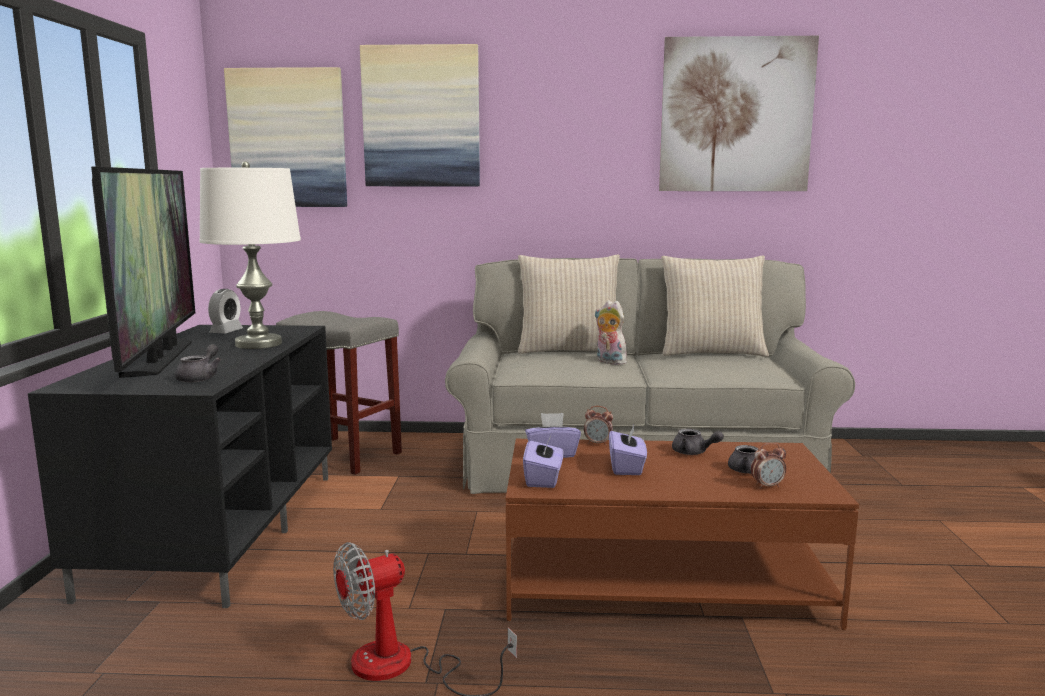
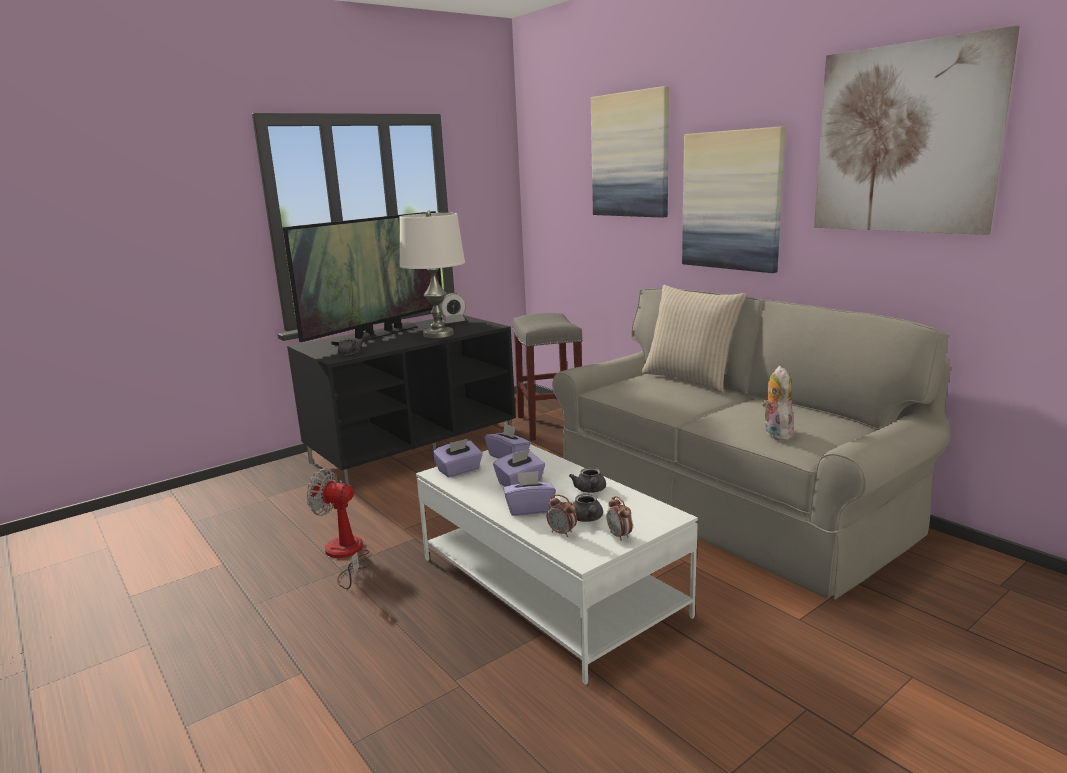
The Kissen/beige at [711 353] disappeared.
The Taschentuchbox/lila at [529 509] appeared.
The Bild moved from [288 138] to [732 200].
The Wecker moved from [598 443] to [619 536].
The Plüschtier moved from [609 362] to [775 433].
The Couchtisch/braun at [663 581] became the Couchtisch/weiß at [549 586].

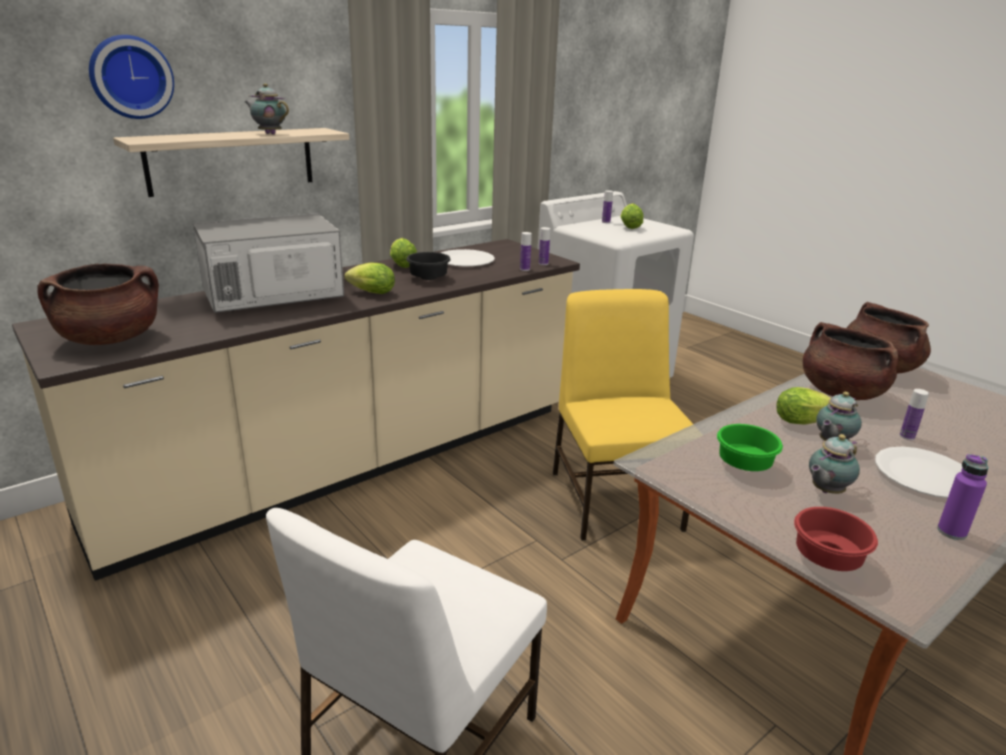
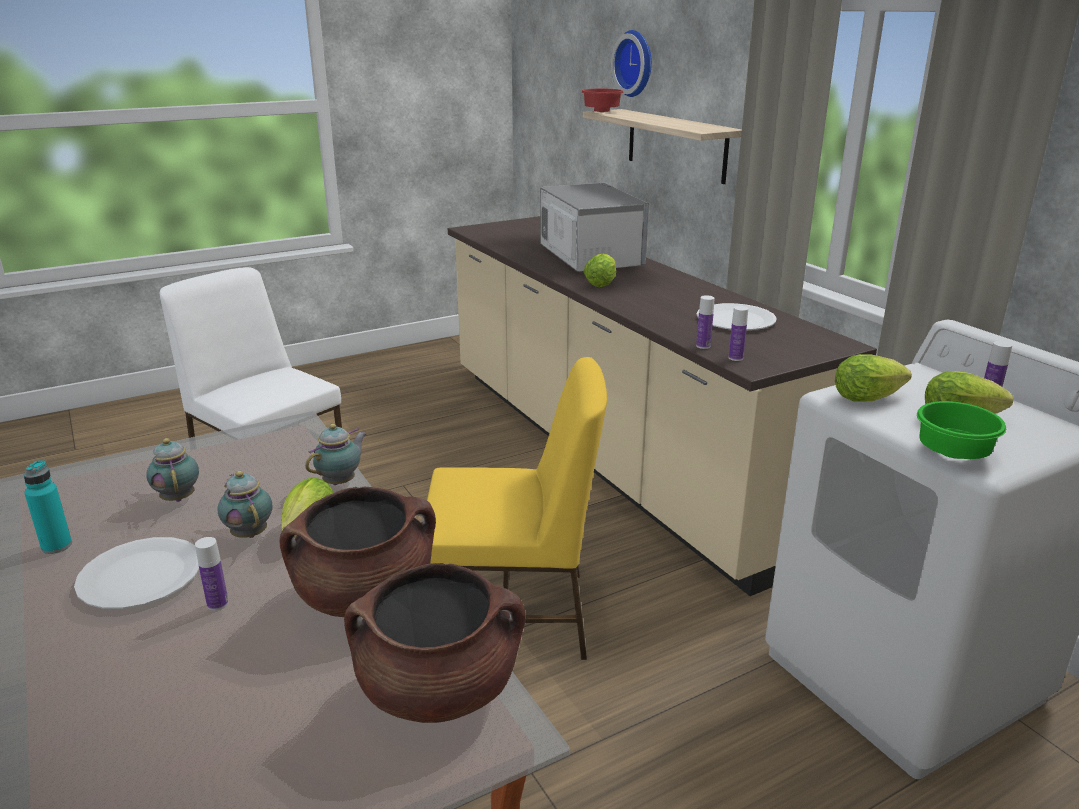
The Kochtopf/braun at [111 339] disappeared.
The Schüssel/schwarz at [429 278] disappeared.
The Teekanne moved from [269 134] to [341 481].
The Salatkopf moved from [402 264] to [870 398].
The Schüssel/grün moved from [744 463] to [956 453].
The Schüssel/rot moved from [825 557] to [603 112].
The Flasche/lila at [951 532] became the Flasche/türkis at [56 546].

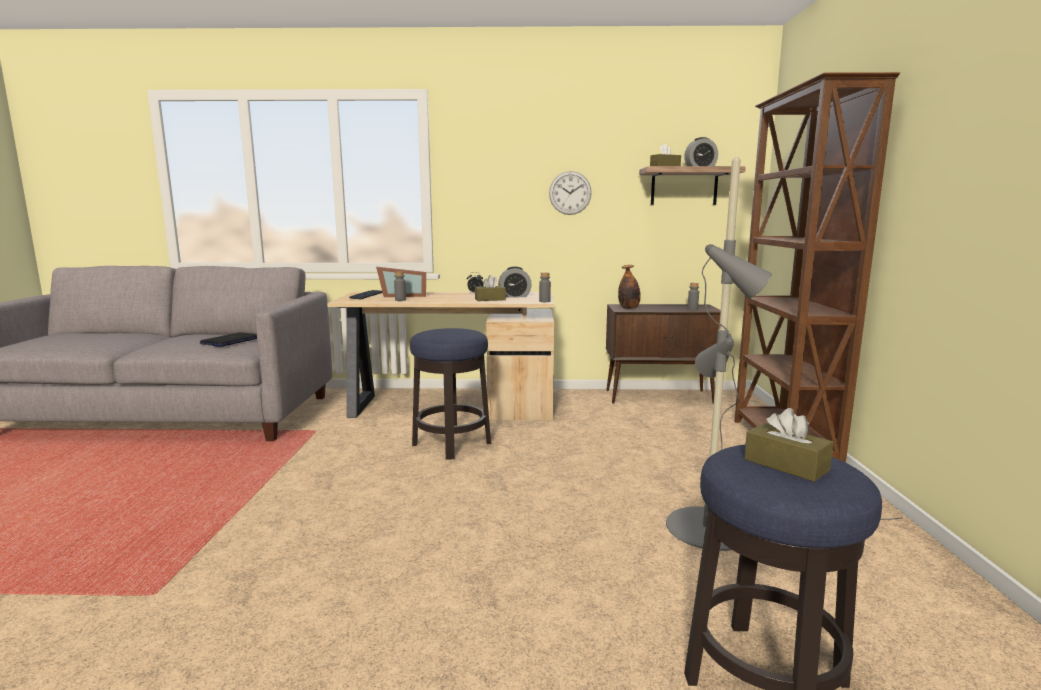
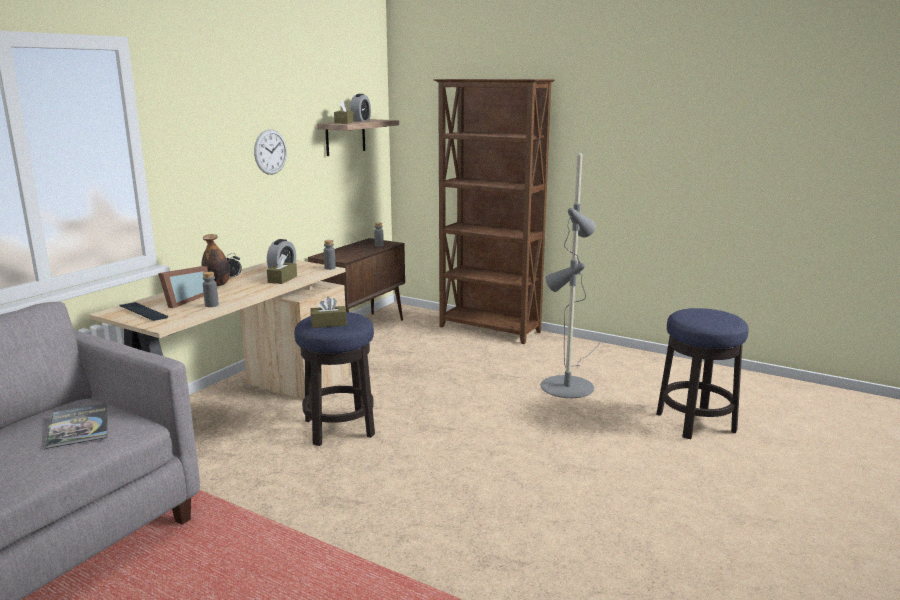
The Flasche moved from [629 308] to [217 284].
The Taschentuchbox/braun moved from [786 465] to [328 323].
The Laptop at [231 341] was replaced by the Buch at [78 426].

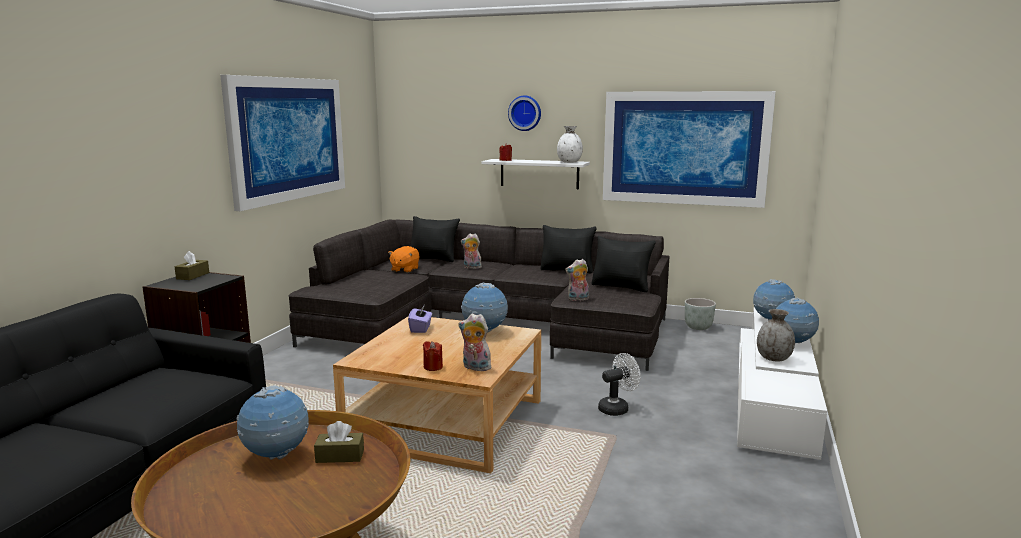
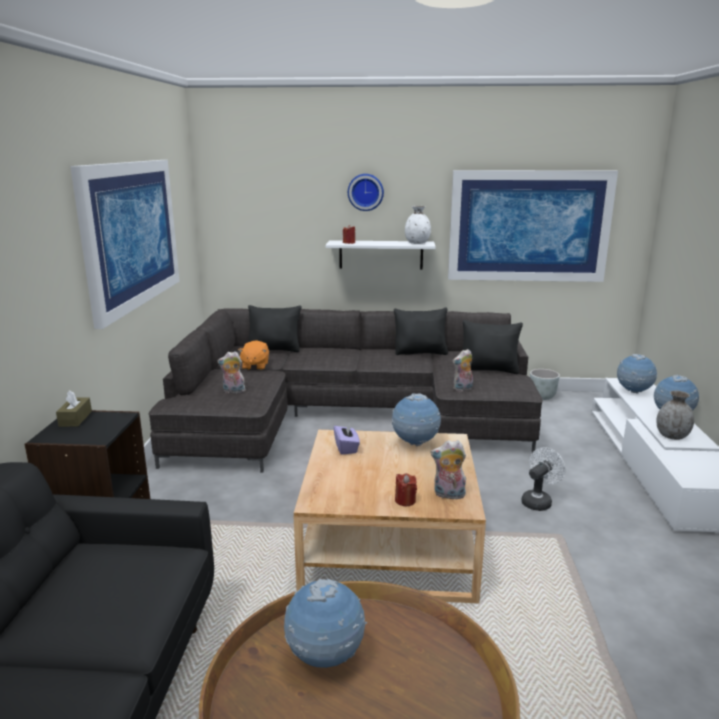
The Taschentuchbox/braun at [340 456] disappeared.
The Plüschtier moved from [471 267] to [233 391].

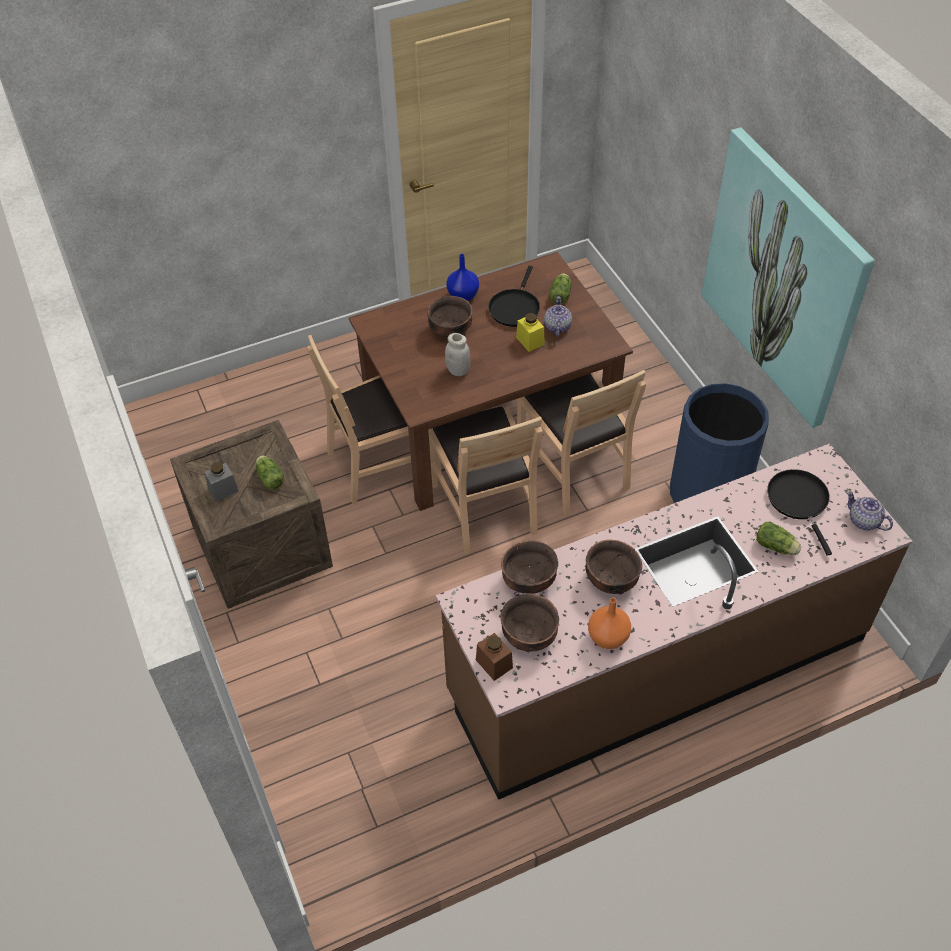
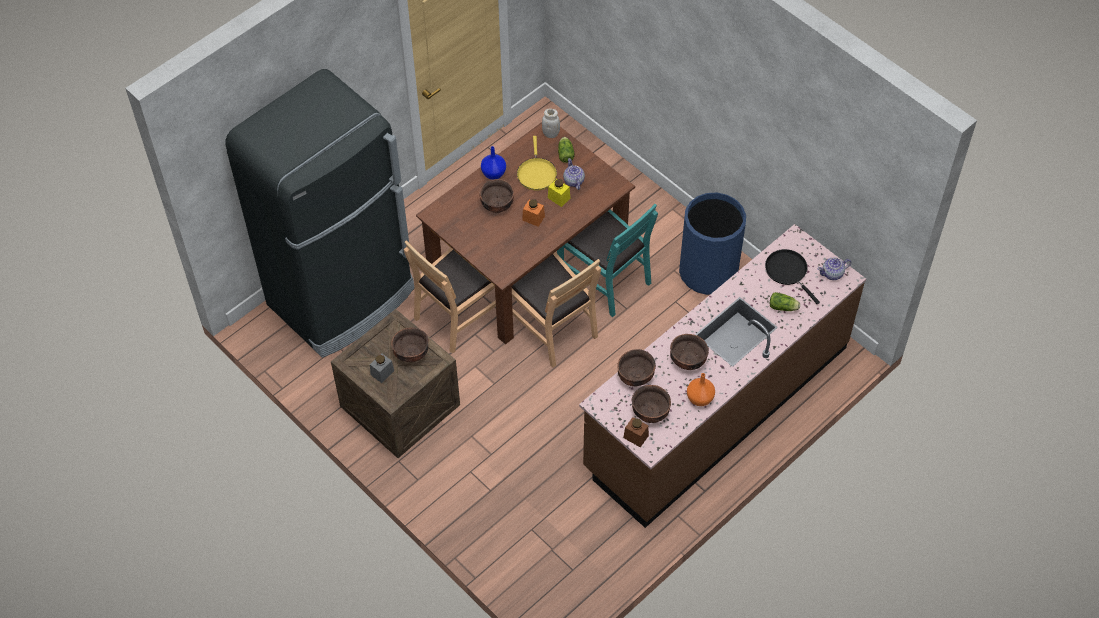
The Bild at [784 277] disappeared.
The Kühlschrank/schwarz at [342 298] appeared.
The Vorratsglas/orange at [533 218] appeared.
The Vorratsglas/weiß moved from [458 370] to [551 134].
The Salatkopf at [269 477] was replaced by the Schüssel/braun at [411 354].
The Pfanne/schwarz at [515 308] became the Pfanne/gelb at [536 173].
The Stuhl/braun at [574 468] became the Stuhl/türkis at [604 279].
The Teekanne at [864 521] turned 45 degrees counterclockwise.

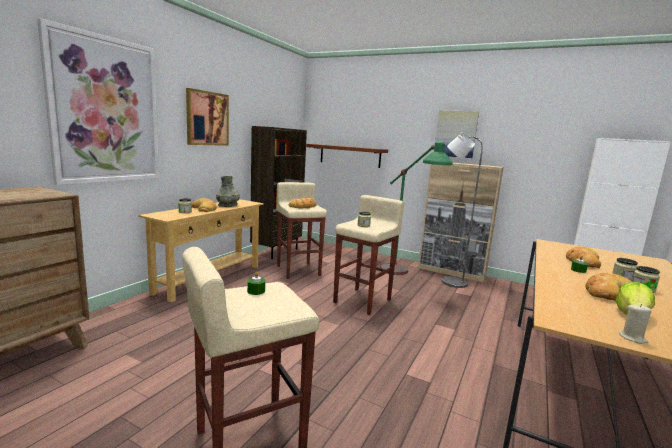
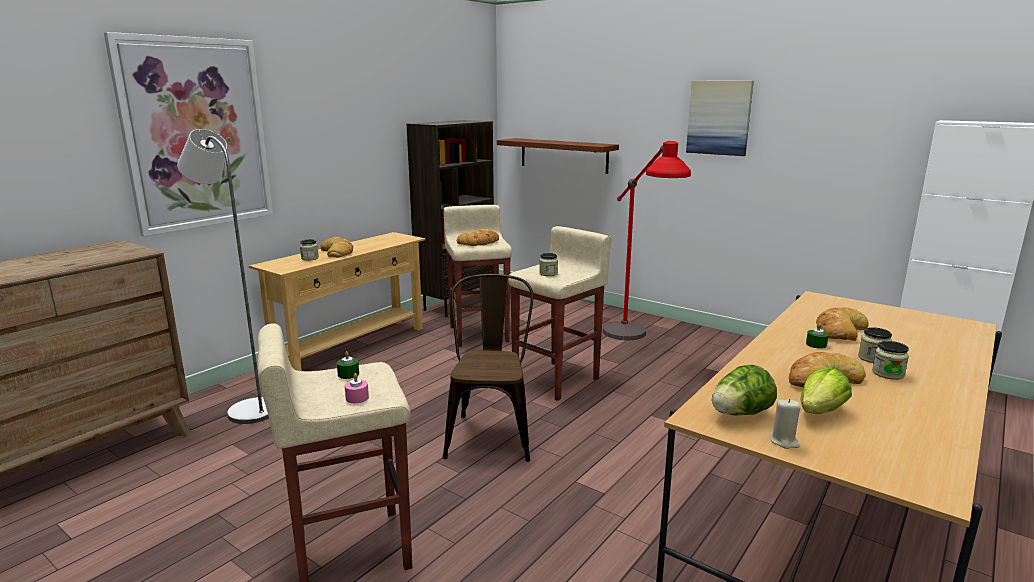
The Bild at [207 118] disappeared.
The Vase/grau at [228 205] disappeared.
The Schrank/beige at [451 272] disappeared.
The Kerze/rosa at [357 398] appeared.
The Stuhl/braun at [491 432] appeared.
The Salatkopf at [740 414] appeared.
The Stehlampe/grau moved from [449 281] to [247 409].
The Stehlampe/grün at [404 277] became the Stehlampe/rot at [635 343].

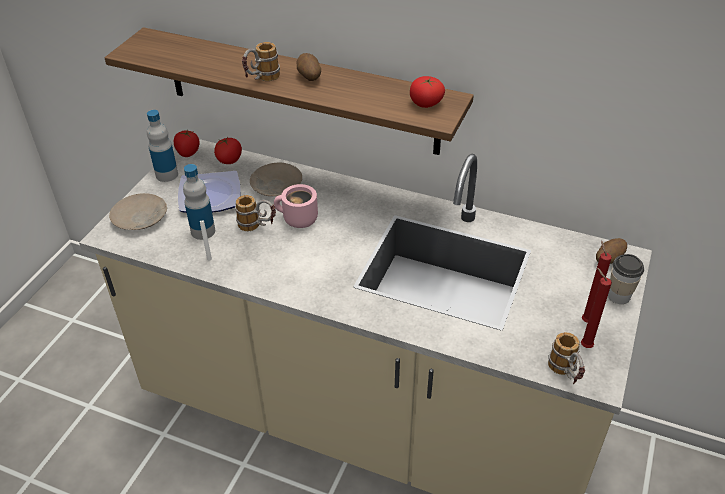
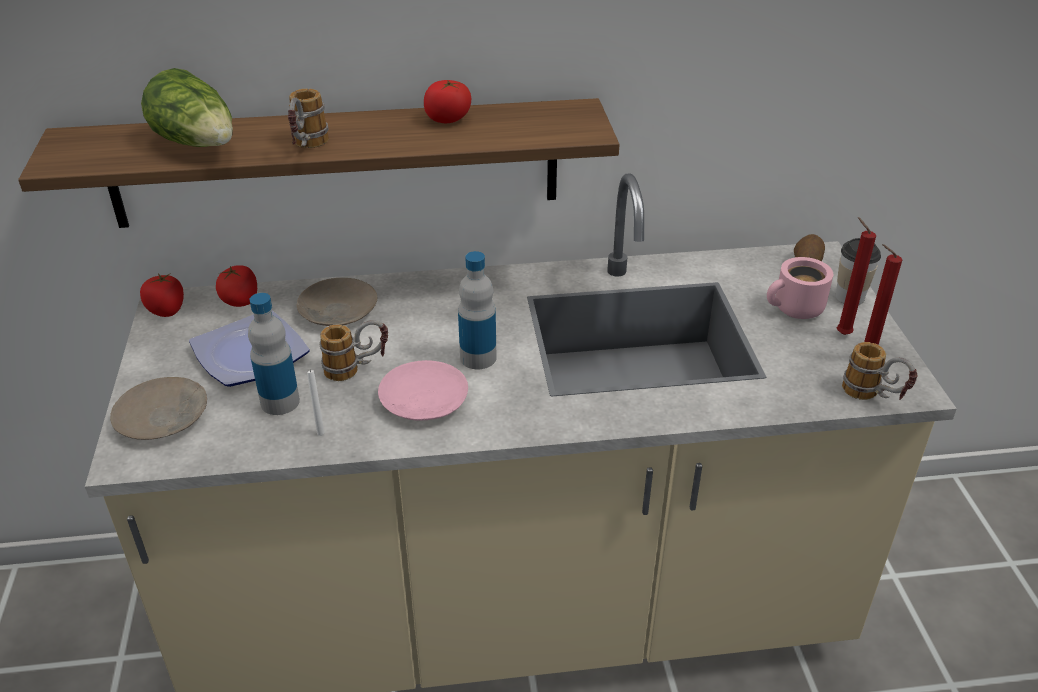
The Kartoffel at [309 77] disappeared.
The Salatkopf at [198 144] appeared.
The Teller/rosa at [424 400] appeared.
The Flasche moved from [167 175] to [478 357].
The Henkelbecher/rosa moved from [297 220] to [795 310].
The Tomate moved from [426 104] to [448 119].

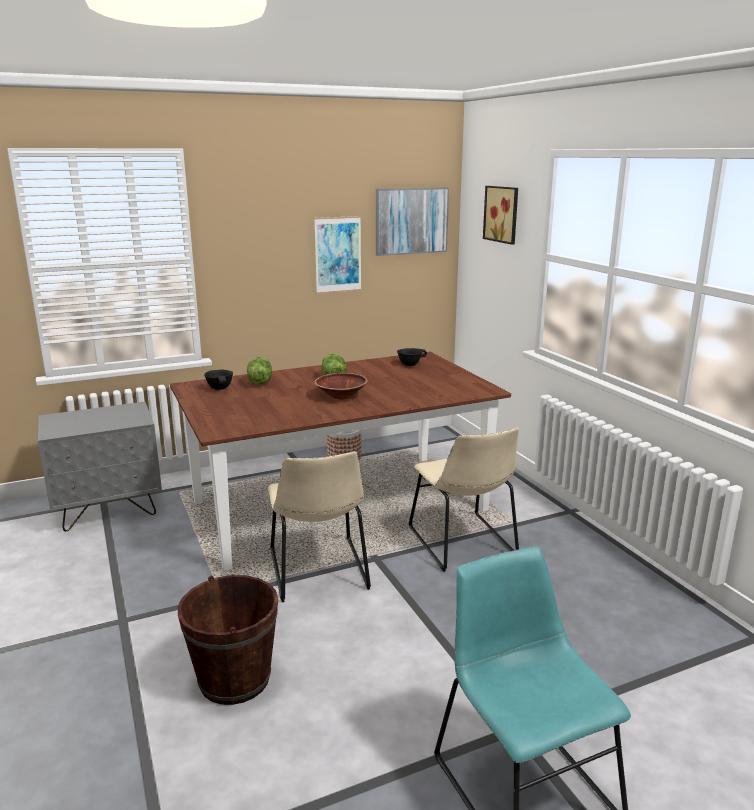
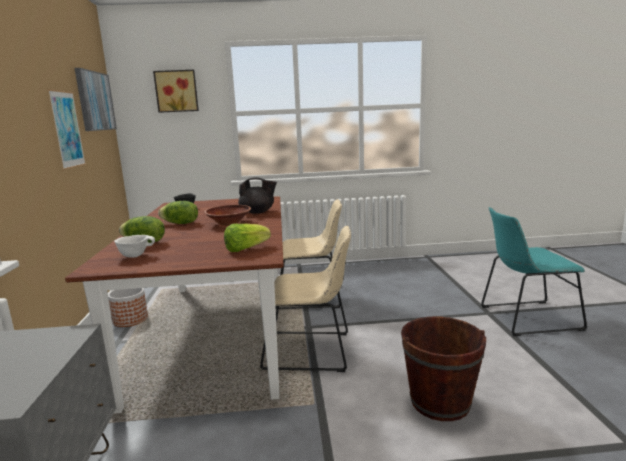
The Salatkopf at [246 249] appeared.
The Teekanne/schwarz at [258 212] appeared.
The Schüssel/schwarz at [220 388] became the Schüssel/weiß at [135 256].

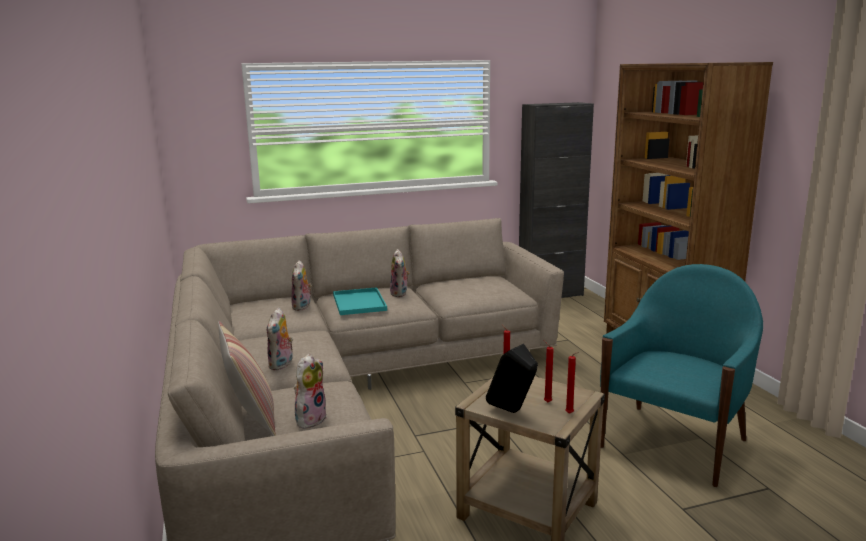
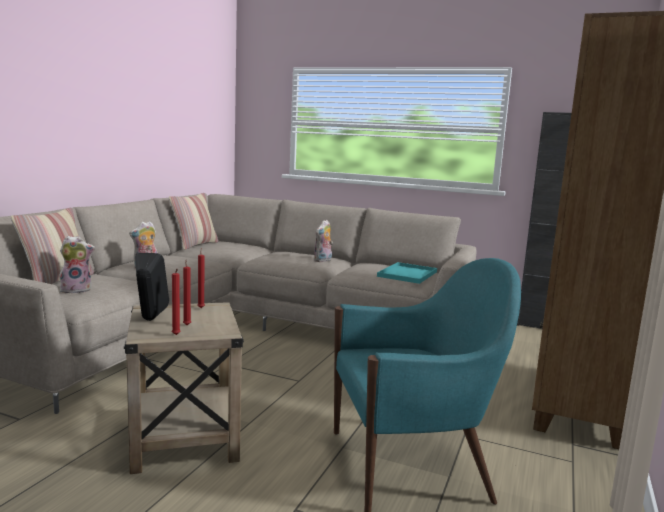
The Plüschtier at [302 307] disappeared.
The Kissen at [195 245] appeared.
The Tablett/türkis moved from [358 302] to [407 274].

